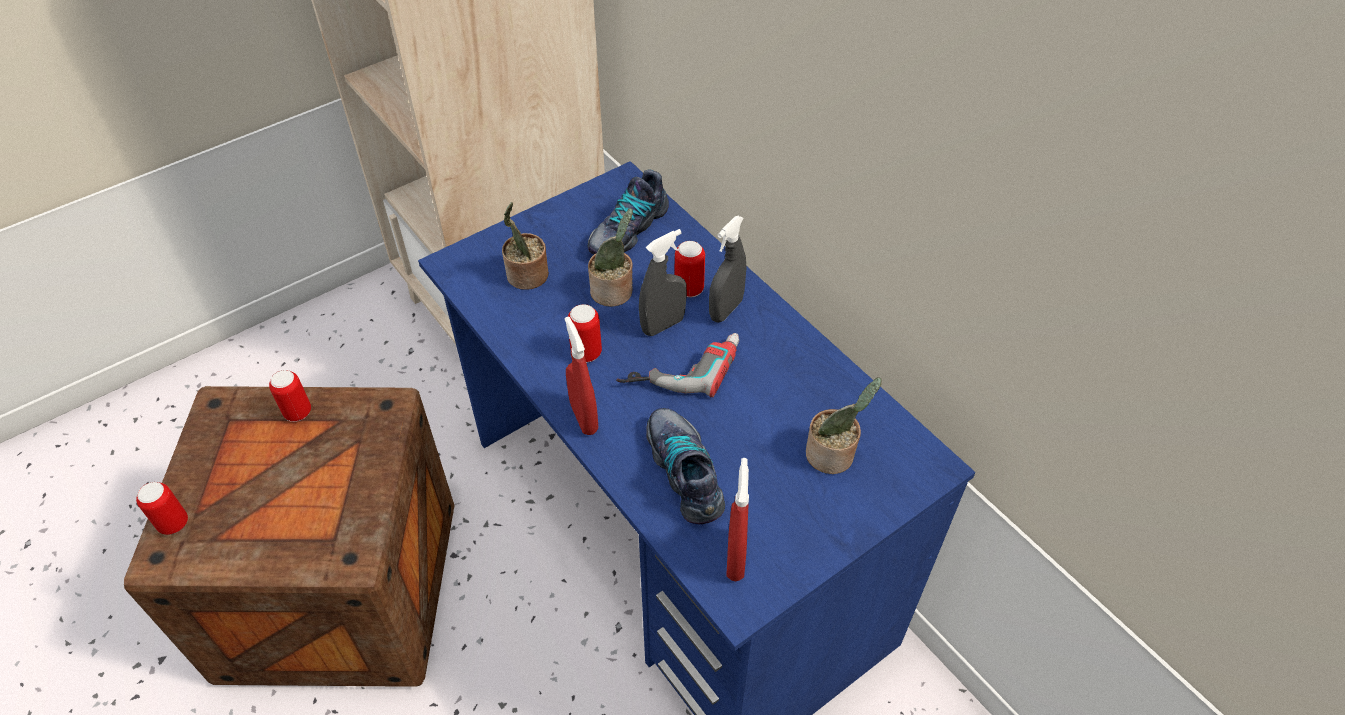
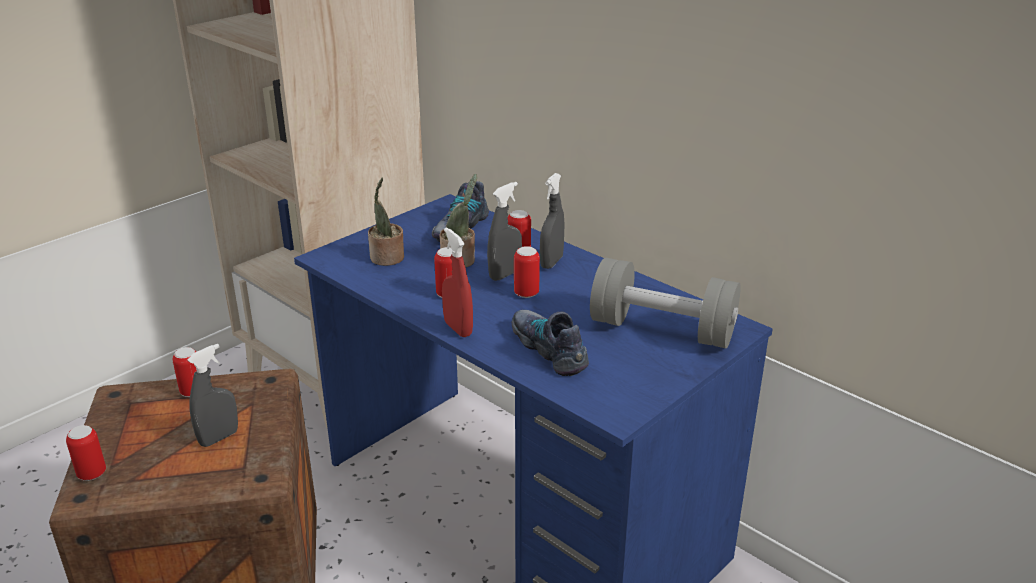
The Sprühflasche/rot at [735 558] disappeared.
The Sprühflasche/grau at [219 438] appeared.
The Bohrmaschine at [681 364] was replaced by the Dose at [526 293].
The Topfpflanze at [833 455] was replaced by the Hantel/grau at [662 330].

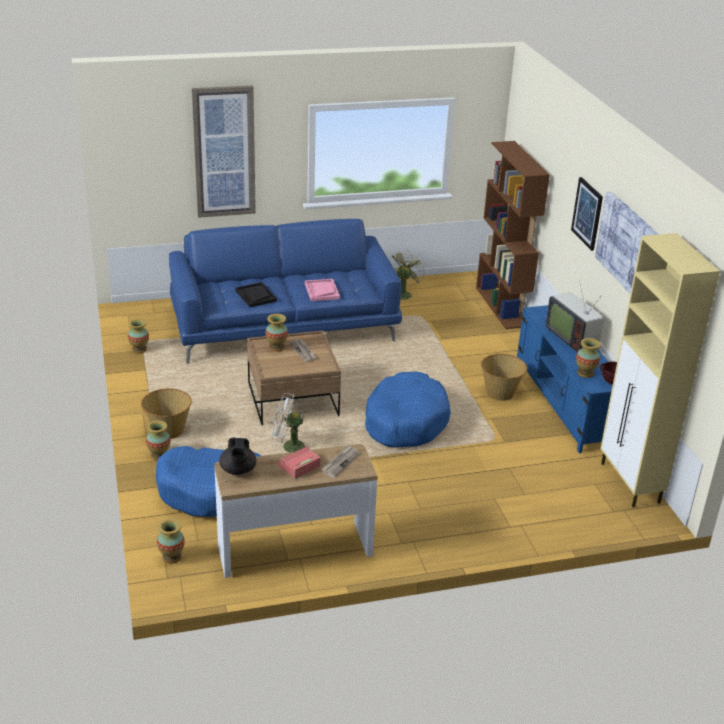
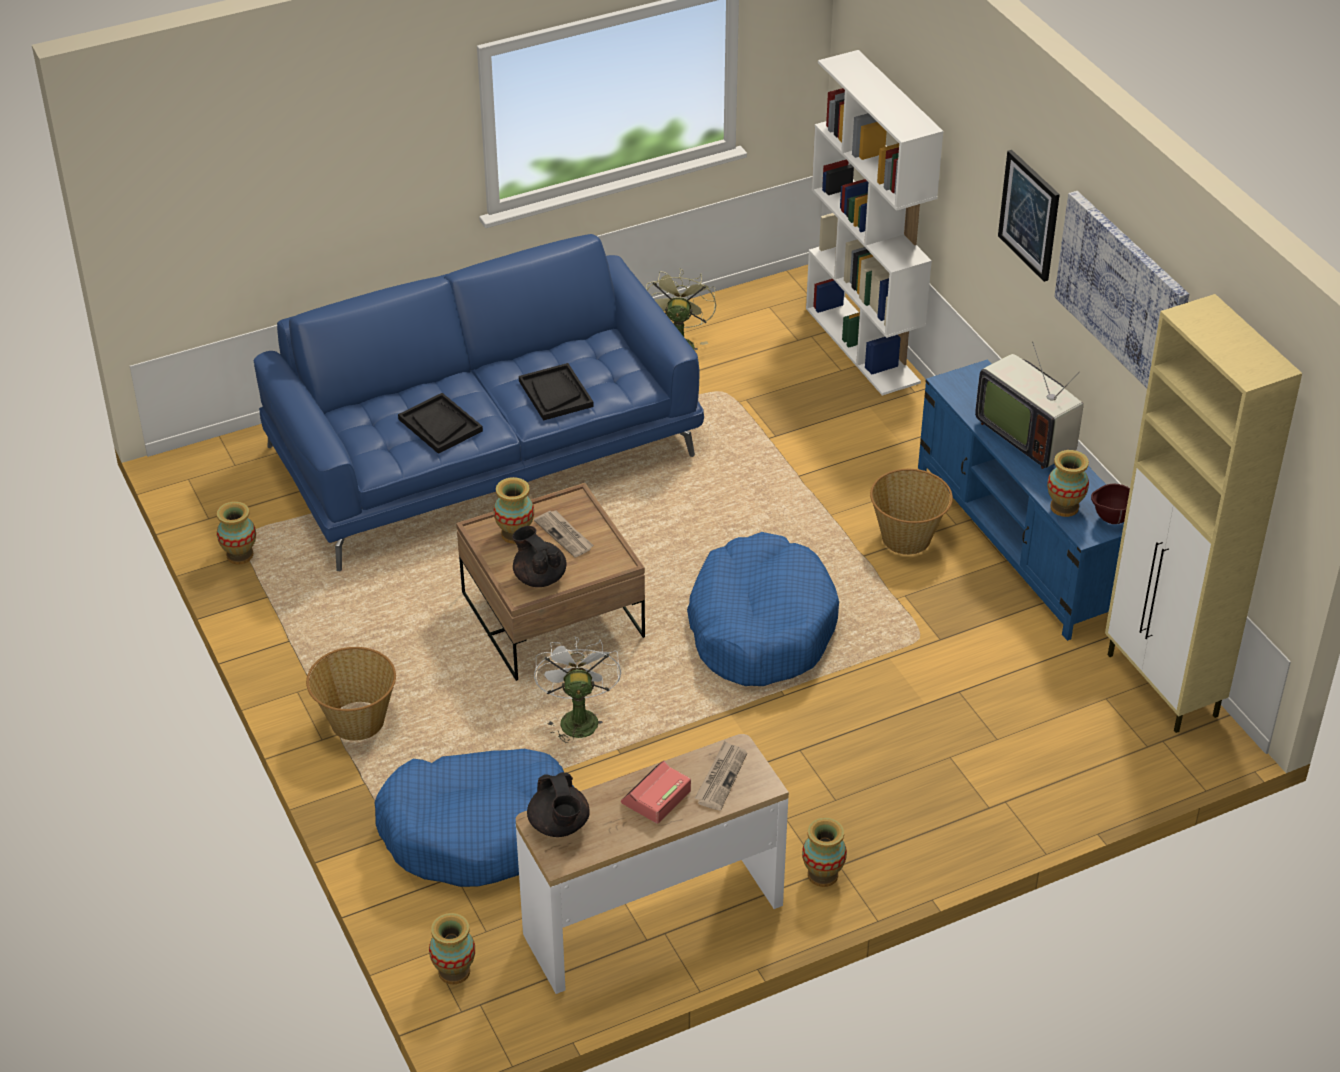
The Bild at [224 152] disappeared.
The Teekanne/schwarz at [539 577] appeared.
The Vase moved from [159 455] to [822 875].
The Tablett/rosa at [321 291] became the Tablett/schwarz at [555 394].
The Bücherregal/braun at [502 307] became the Bücherregal/weiß at [863 345].
The Ventilator/weiß at [288 447] turned 90 degrees clockwise.

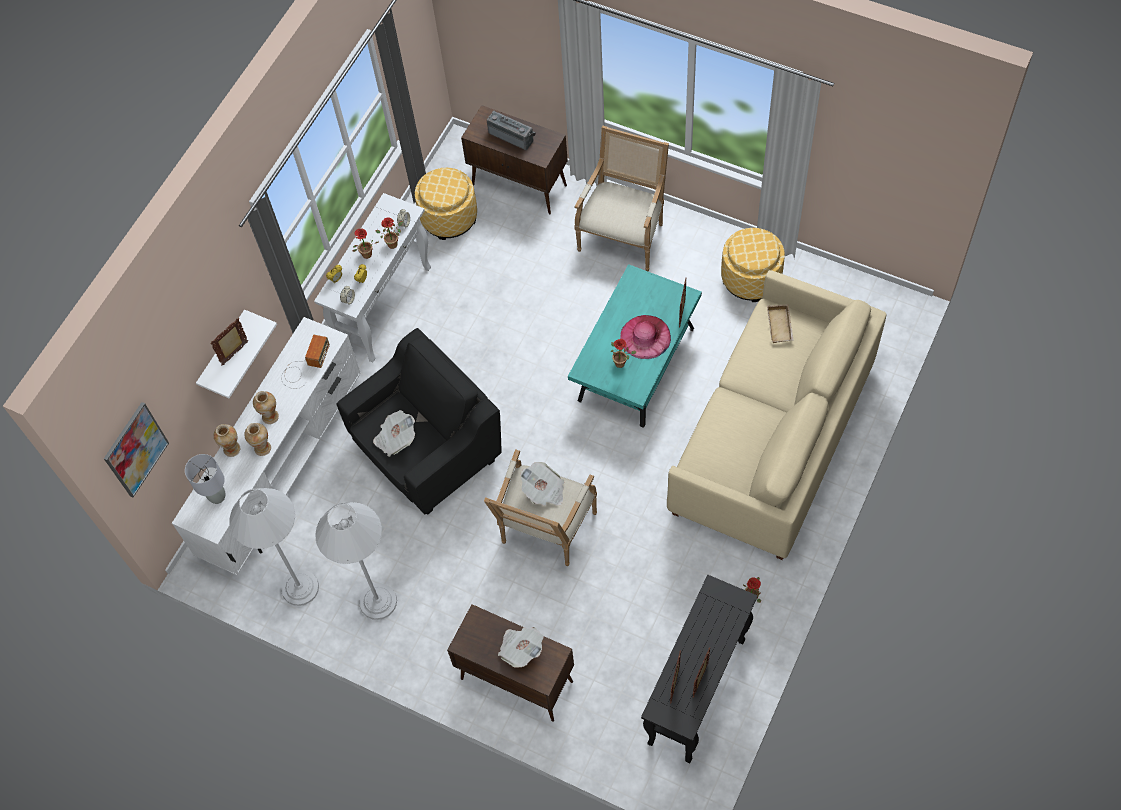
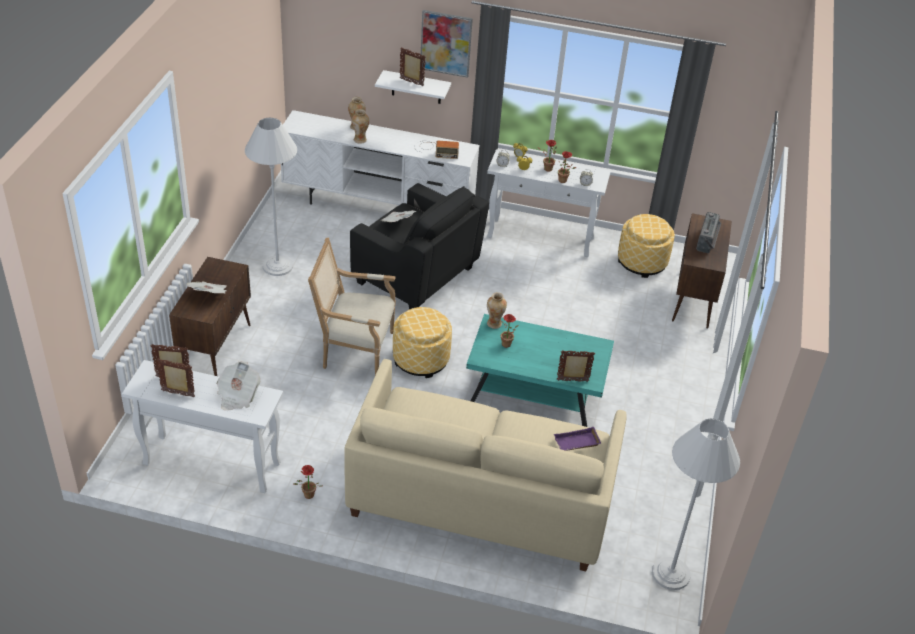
The Tischlampe/grau at [217 497] disappeared.
The Sessel at [624 235] disappeared.
The Hut/rosa at [645 337] disappeared.
The Bild moved from [135 449] to [446 43].
The Stehlampe/weiß moved from [300 588] to [670 573].
The Vase moved from [270 416] to [494 324].
The Zeitung moved from [544 490] to [237 395].
The Polsterhocker moved from [751 278] to [421 359].
The Konsolentisch/schwarz at [696 693] became the Konsolentisch/weiß at [210 464].
The Tablett/beige at [781 326] became the Tablett/lila at [576 443].

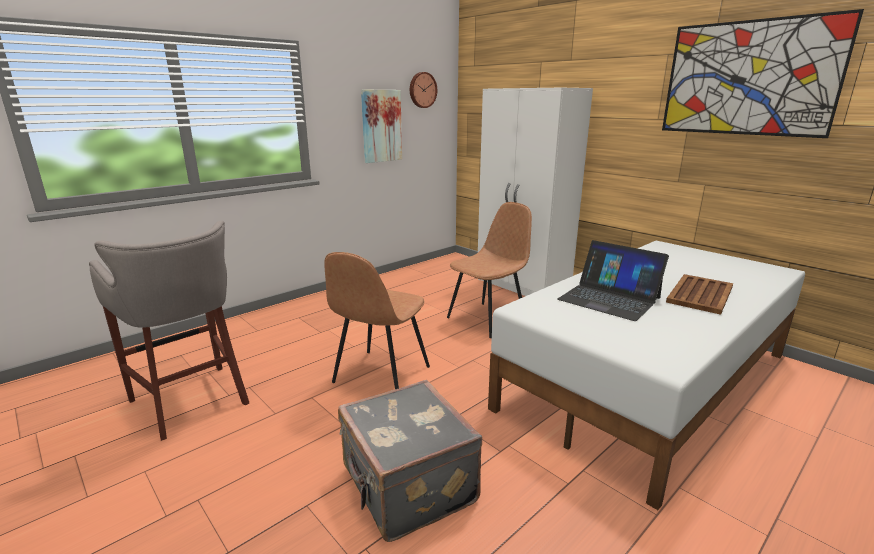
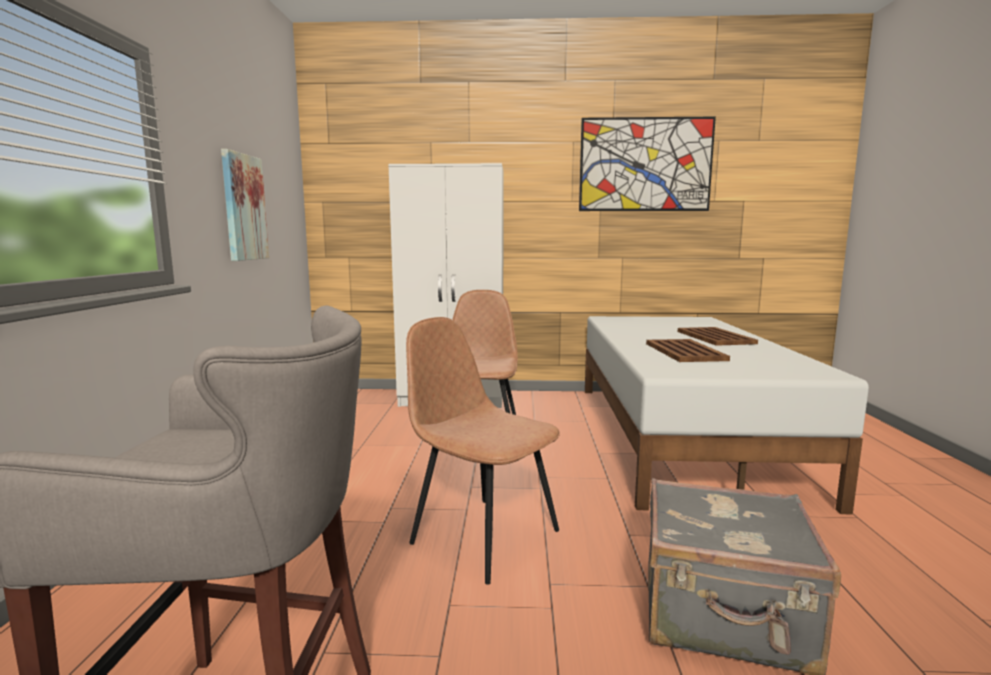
The Wanduhr at [422 90] disappeared.
The Laptop at [609 298] was replaced by the Tablett/braun at [684 351].
The Stuhl/braun at [380 376] turned 150 degrees clockwise.

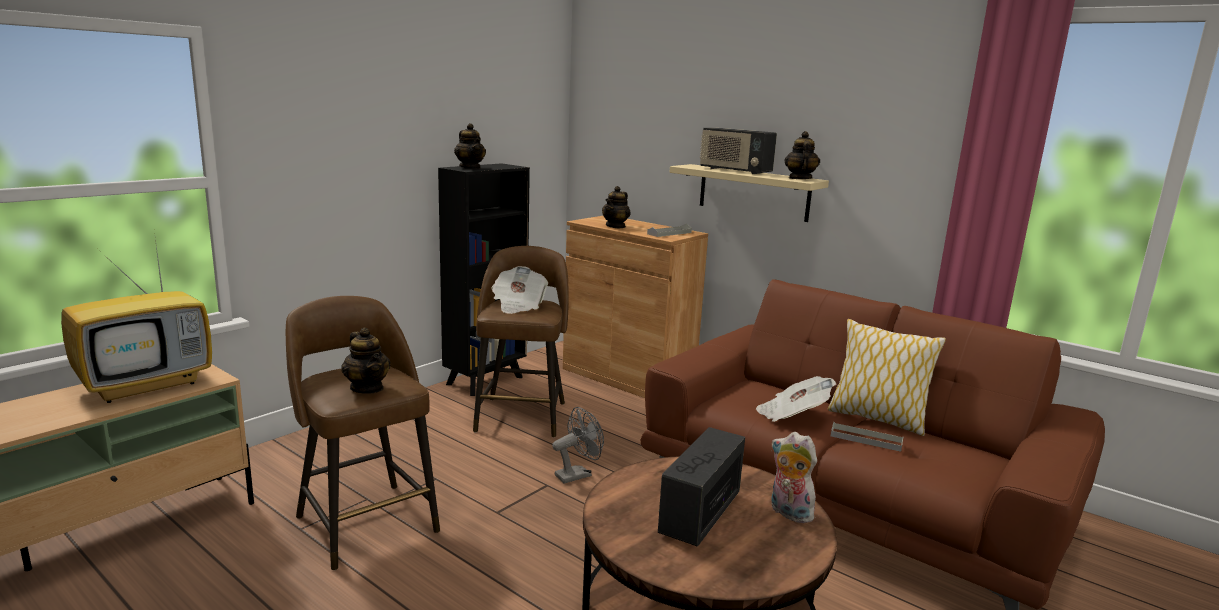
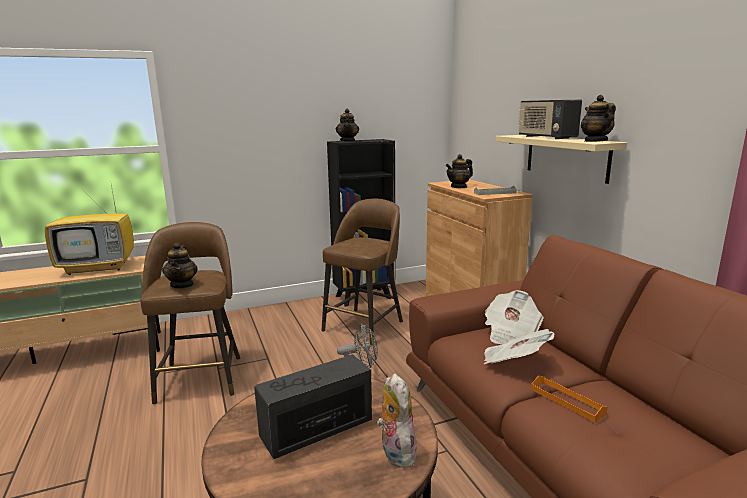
The Kissen at [876 418] disappeared.
The Zeitung moved from [518 305] to [511 333].
The Tablett/grau at [866 439] became the Tablett/orange at [567 401].
The Teekanne at [799 178] turned 45 degrees counterclockwise.

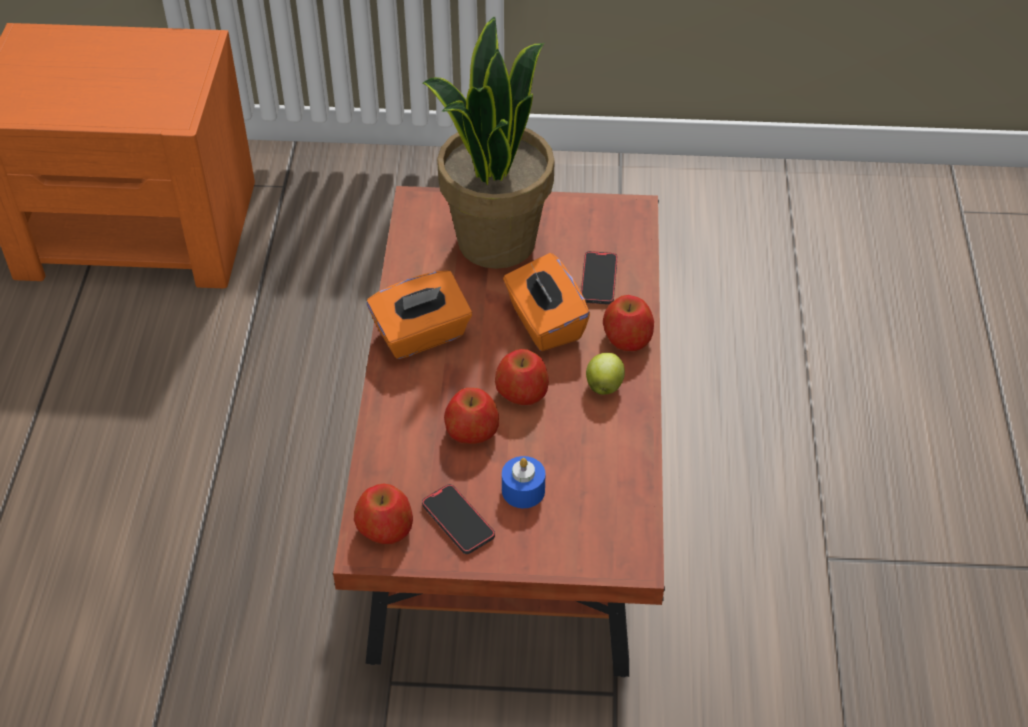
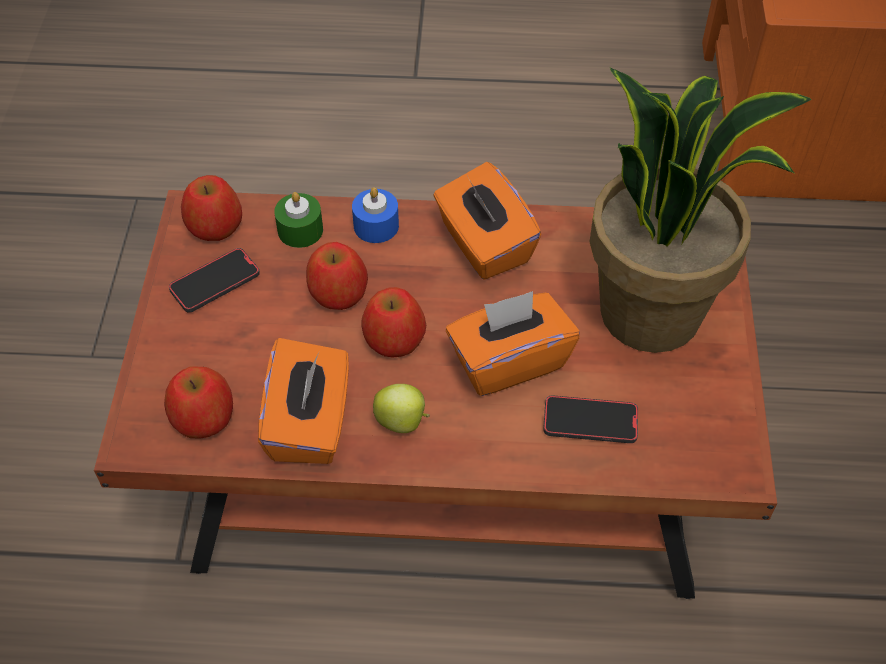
The Taschentuchbox/orange at [310 424] appeared.
The Kerze/grün at [300 230] appeared.
The Kerze/blau moved from [523 490] to [376 226].
The Apfel moved from [627 338] to [203 417].

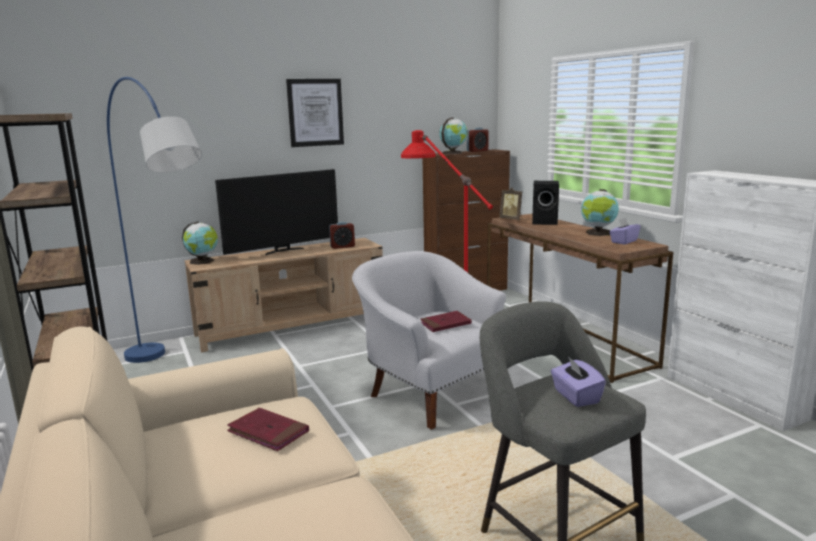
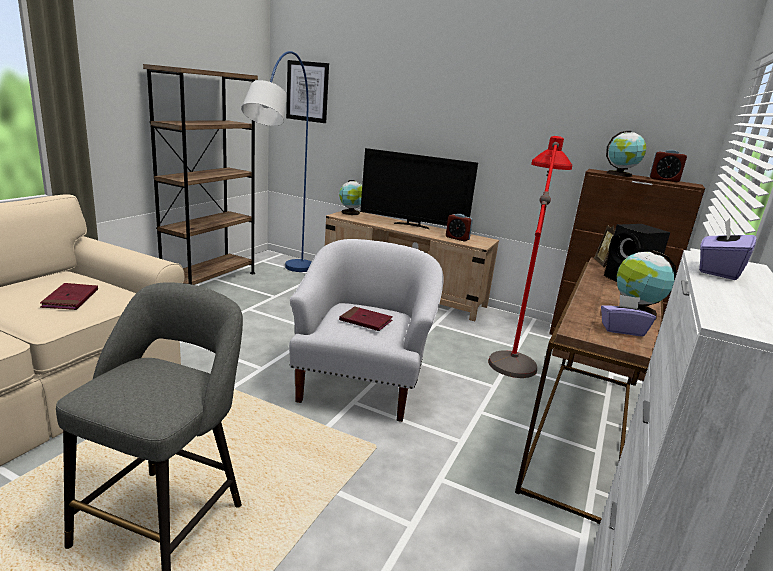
The Bild moved from [315 112] to [307 91].
The Taschentuchbox/lila moved from [575 396] to [718 271].

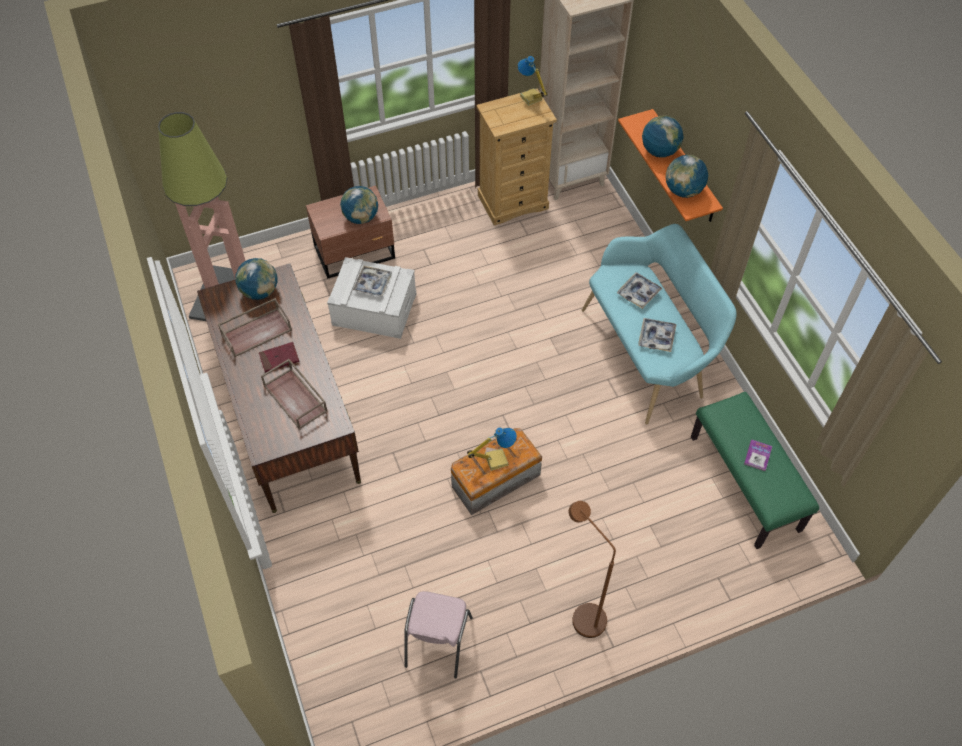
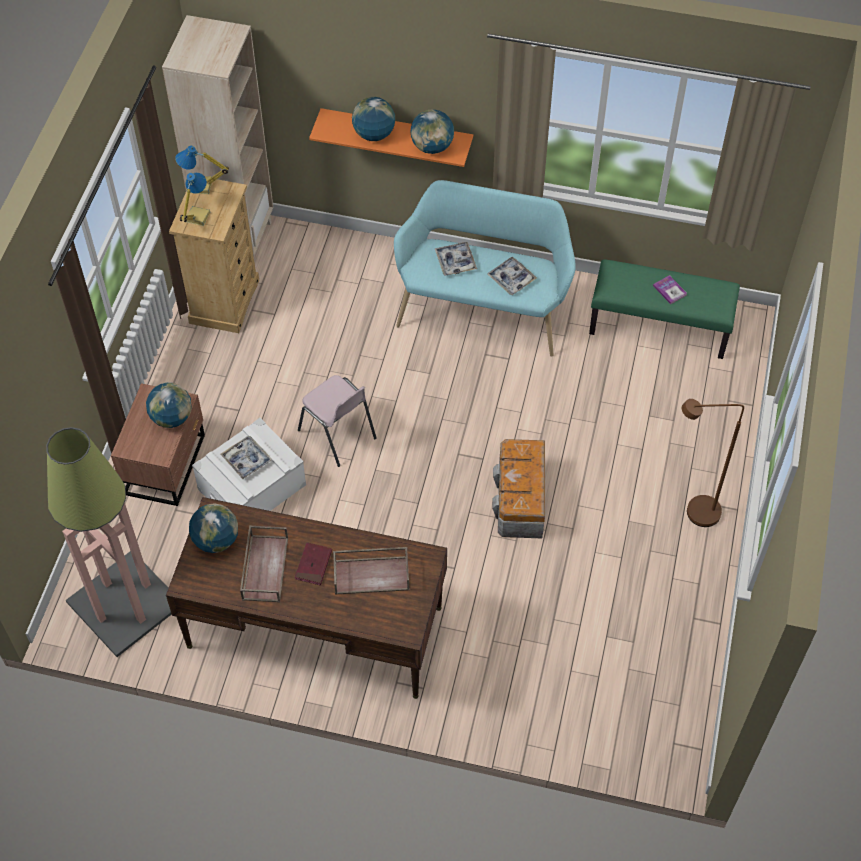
The Stuhl/rosa moved from [437 642] to [338 435].
The Tischlampe moved from [496 459] to [197 217].

